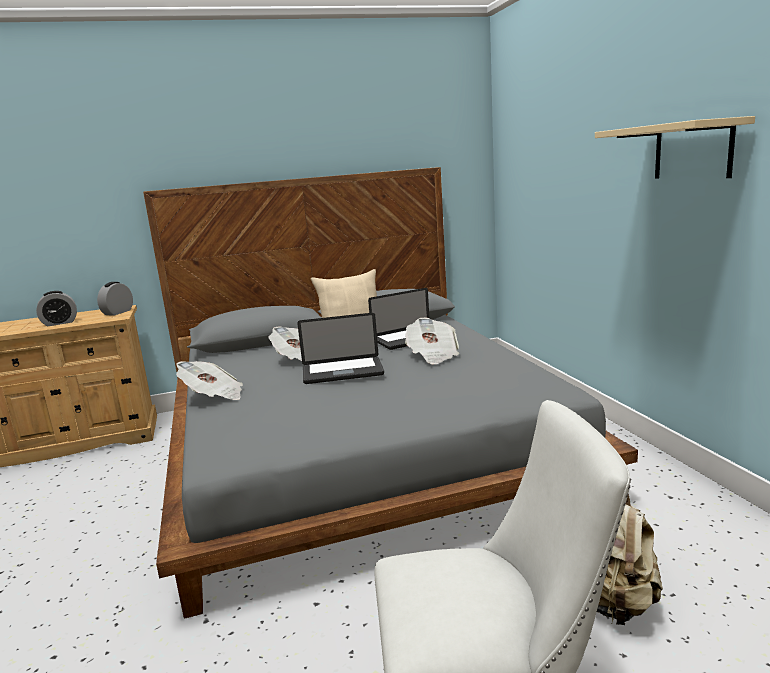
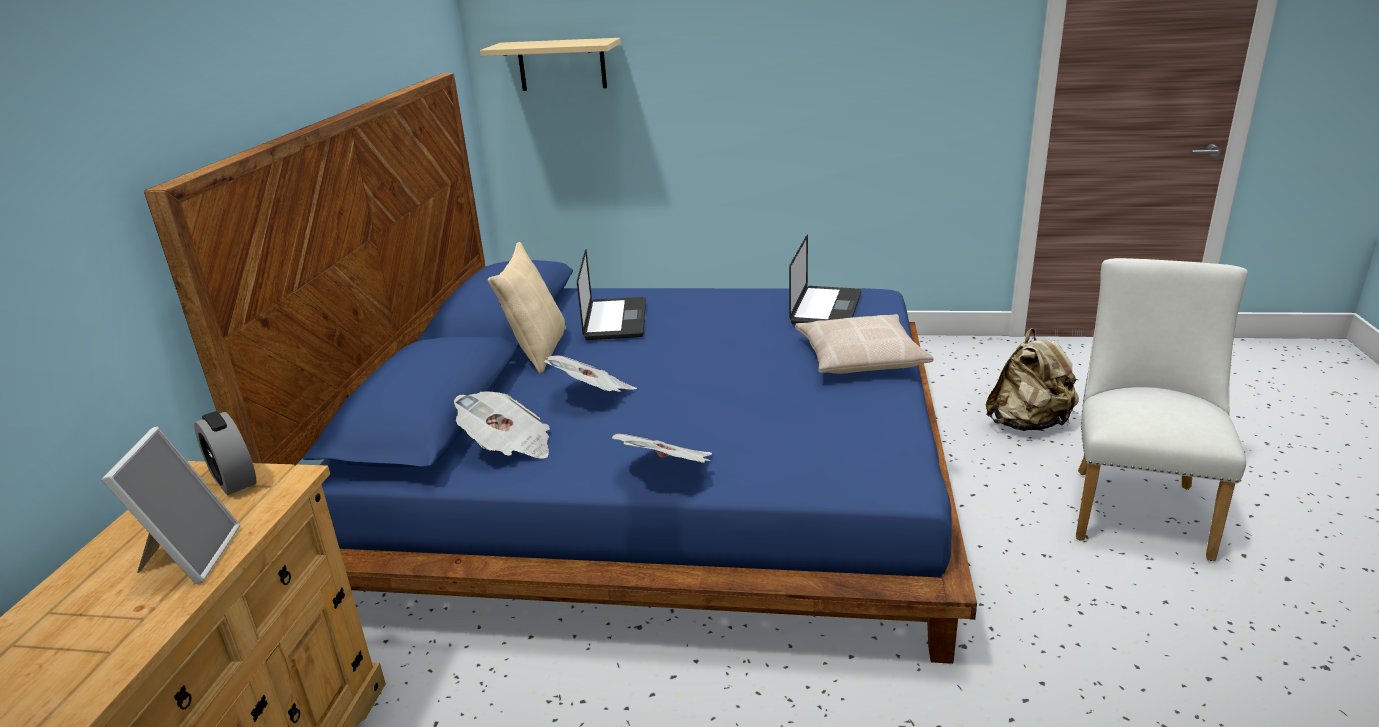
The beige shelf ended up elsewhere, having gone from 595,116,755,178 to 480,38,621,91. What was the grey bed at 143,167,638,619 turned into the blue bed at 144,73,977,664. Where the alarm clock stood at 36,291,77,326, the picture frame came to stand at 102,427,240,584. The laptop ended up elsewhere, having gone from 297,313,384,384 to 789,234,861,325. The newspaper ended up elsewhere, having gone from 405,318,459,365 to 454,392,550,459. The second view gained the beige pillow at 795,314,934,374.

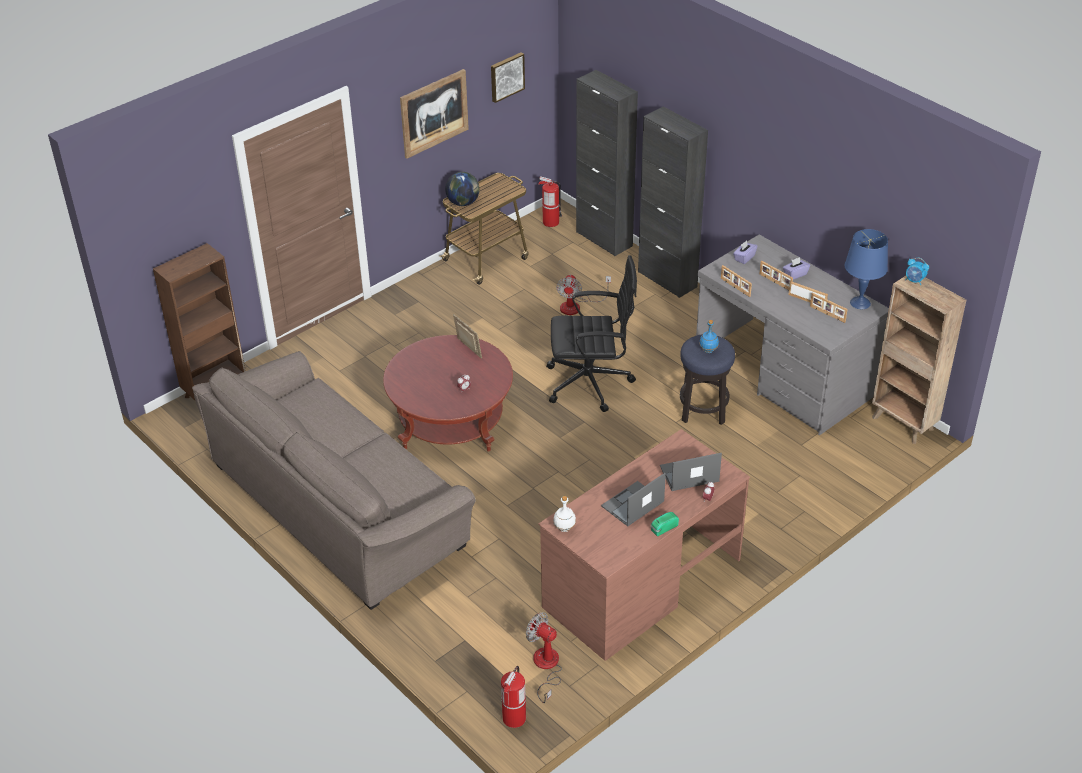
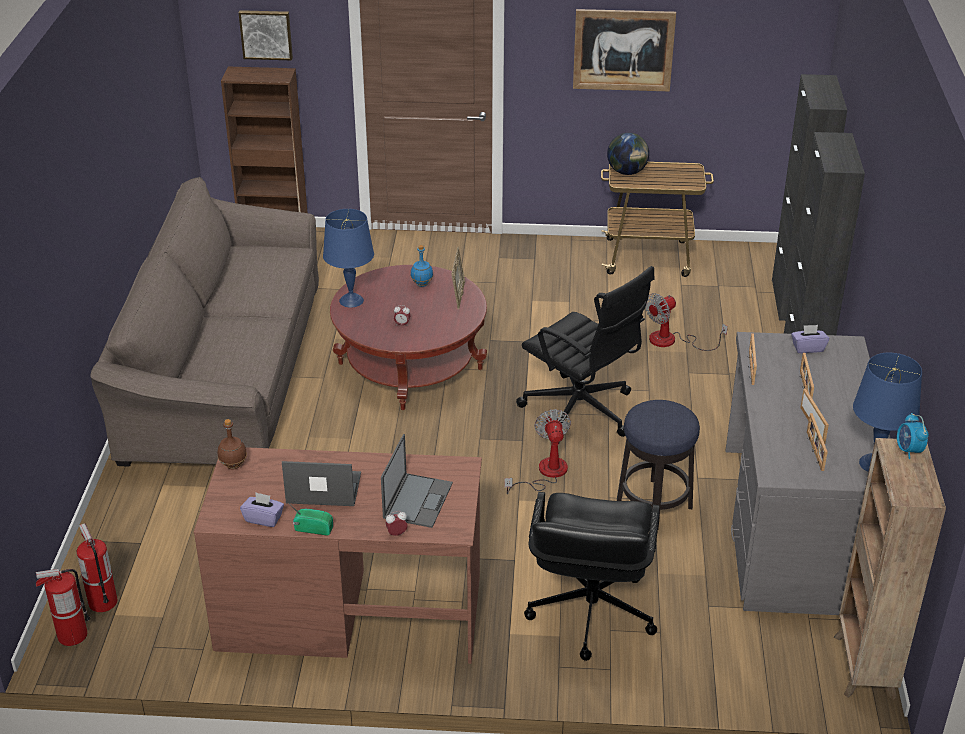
The picture ended up elsewhere, having gone from 491,52,525,103 to 239,10,293,60. The fire extinguisher ended up elsewhere, having gone from 538,176,562,227 to 77,524,117,612. The purple tissue box ended up elsewhere, having gone from 783,257,810,280 to 240,492,284,527. The blue bottle ended up elsewhere, having gone from 699,320,719,353 to 411,245,433,287. The laptop at 660,453,722,491 ended up facing another way, 75 degrees clockwise from before. What was the white bottle at 554,496,576,532 turned into the brown bottle at 218,419,247,470. The fan ended up elsewhere, having gone from 526,612,562,703 to 504,409,571,494. The second view gained the blue table lamp at 323,209,374,308. The second view gained the black office chair at 524,492,660,661.

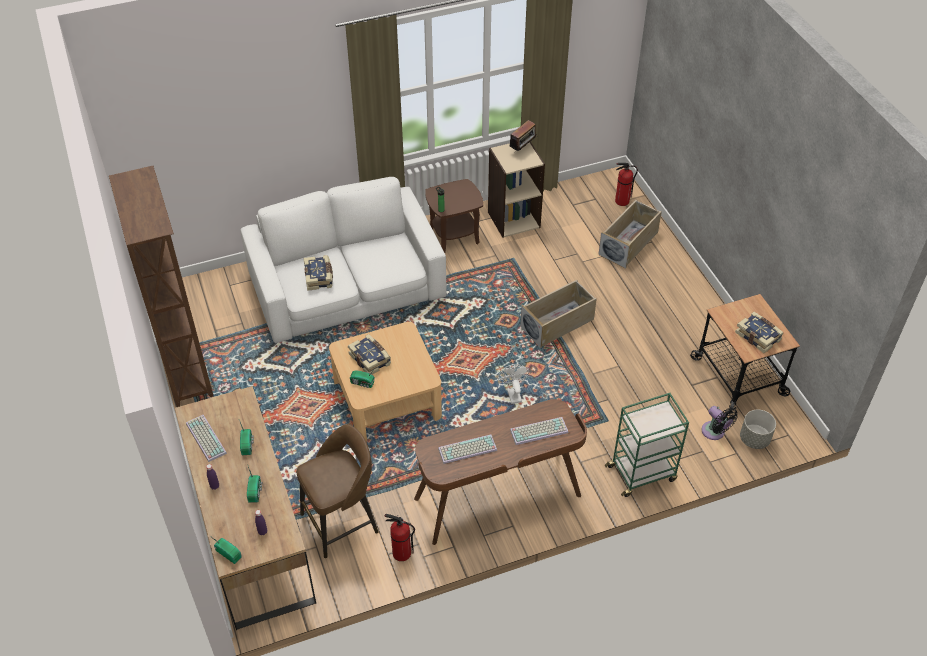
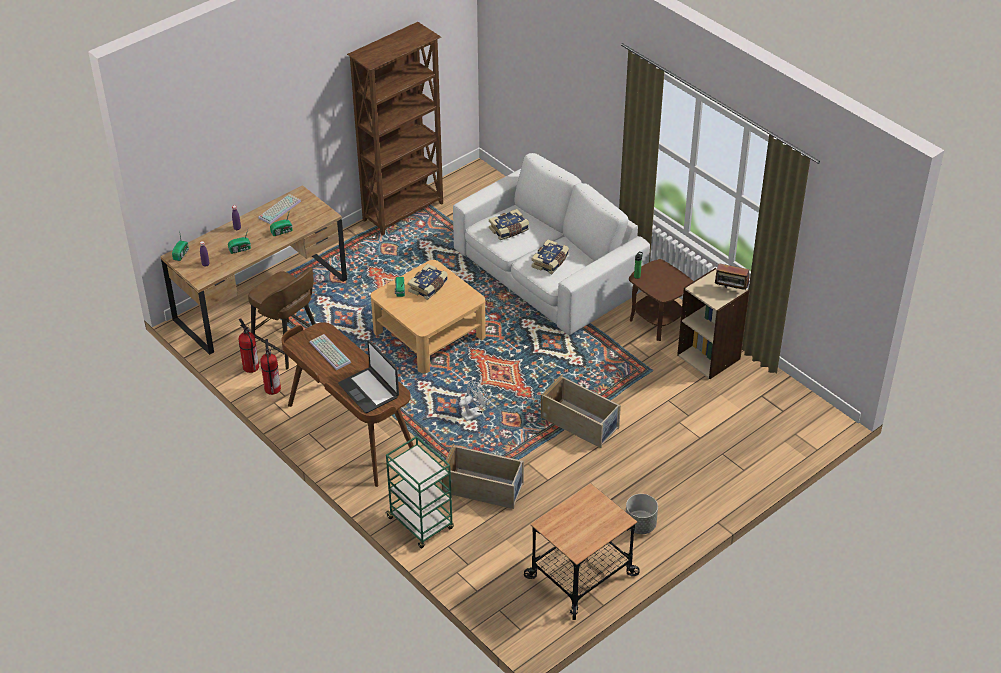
The fire extinguisher ended up elsewhere, having gone from 615,163,638,206 to 239,318,259,373. The beige storage box ended up elsewhere, having gone from 598,200,662,268 to 442,443,524,509. The book ended up elsewhere, having gone from 735,312,784,353 to 531,239,569,274. The second view lost the black fan at 701,406,738,440. The grey planter ended up elsewhere, having gone from 740,409,776,449 to 626,494,658,534. Where the keyboard stood at 510,417,569,445, the laptop came to stand at 338,340,399,413.

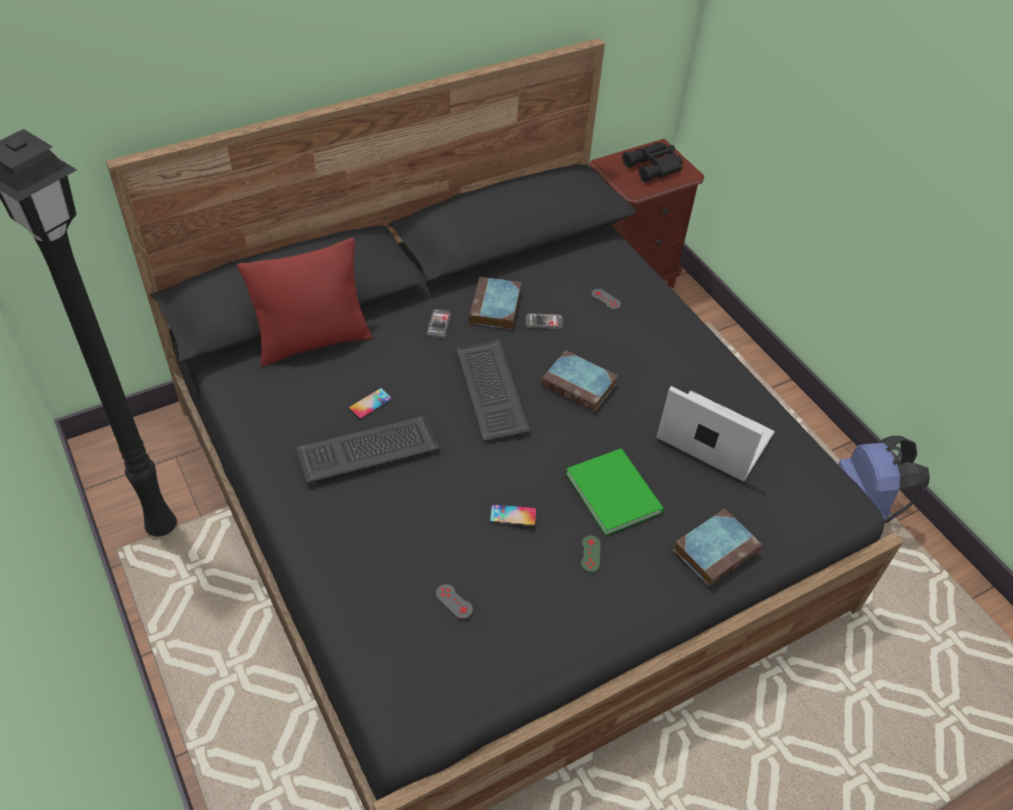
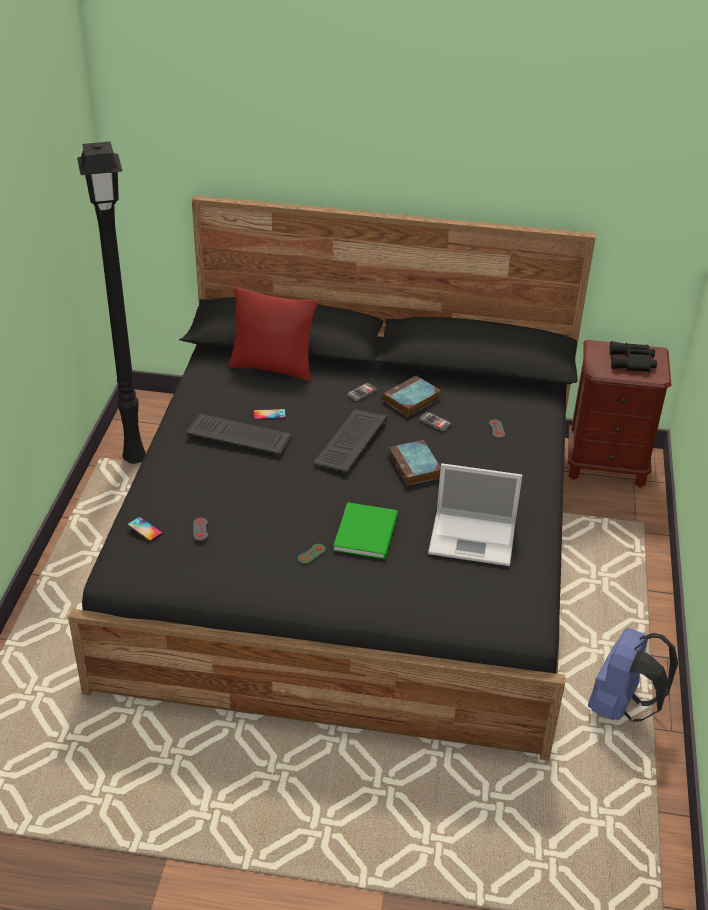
The laptop at 657,386,775,481 ended up facing another way, 120 degrees clockwise from before. The phone ended up elsewhere, having gone from 490,504,536,526 to 127,517,163,541. The second view lost the book at 673,509,762,587.

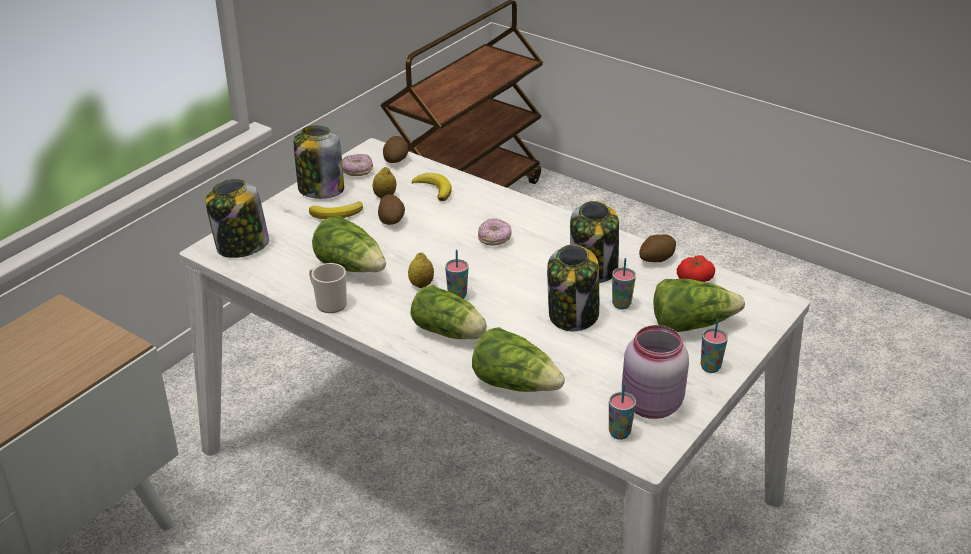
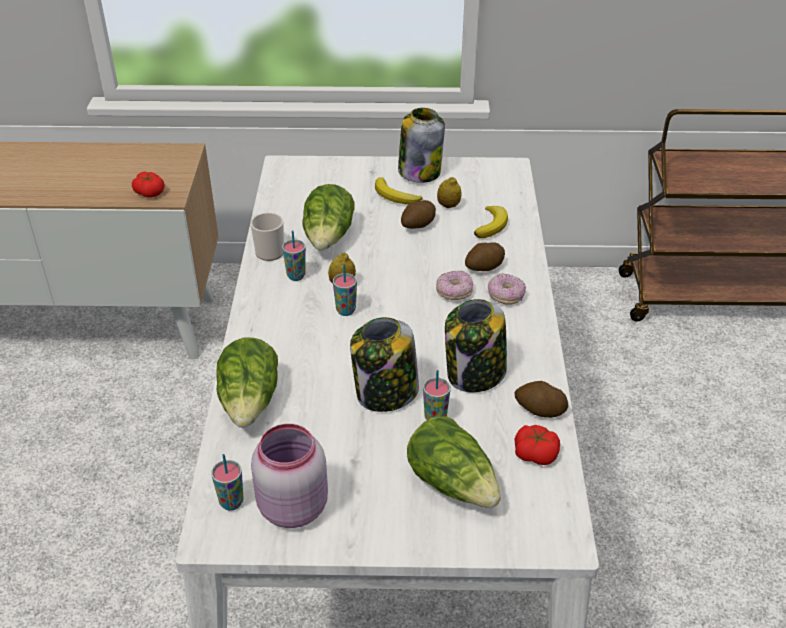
The potato ended up elsewhere, having gone from 383,136,409,163 to 465,242,505,271. The donut ended up elsewhere, having gone from 342,154,373,176 to 488,273,526,305. The second view lost the jar at 205,179,269,258. The second view lost the lettuce at 411,285,487,339. The cup ended up elsewhere, having gone from 701,319,728,373 to 282,230,306,281. The second view gained the tomato at 132,171,165,198.

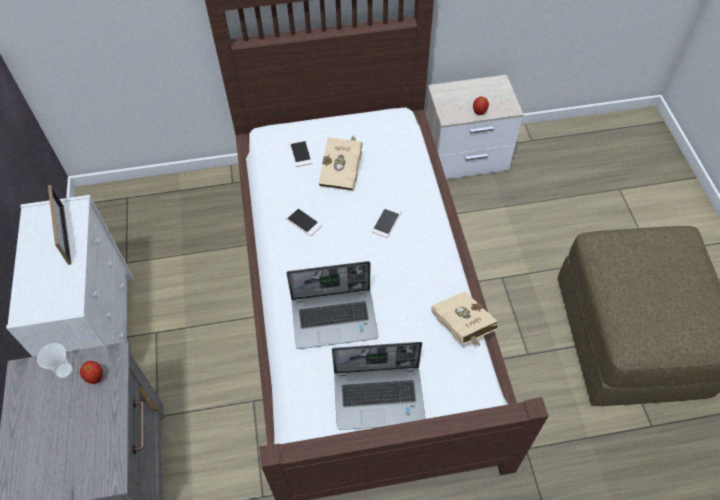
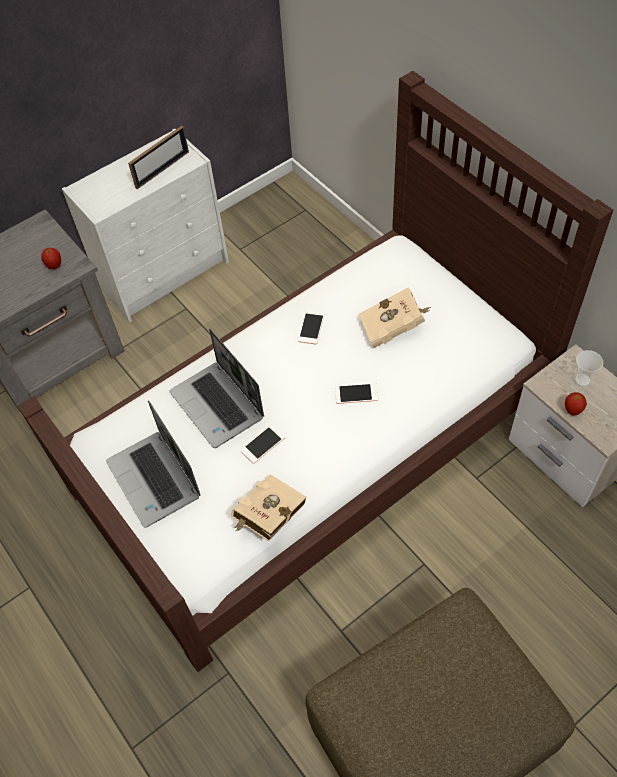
The phone ended up elsewhere, having gone from 289,139,312,167 to 240,425,285,464. The cup ended up elsewhere, having gone from 37,343,73,378 to 574,350,603,387.

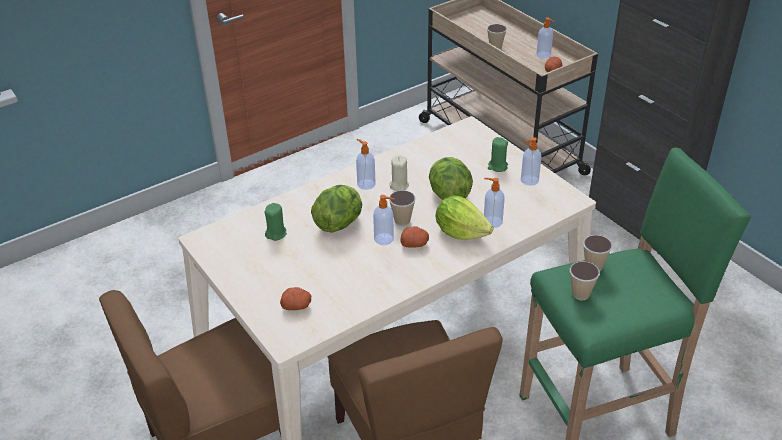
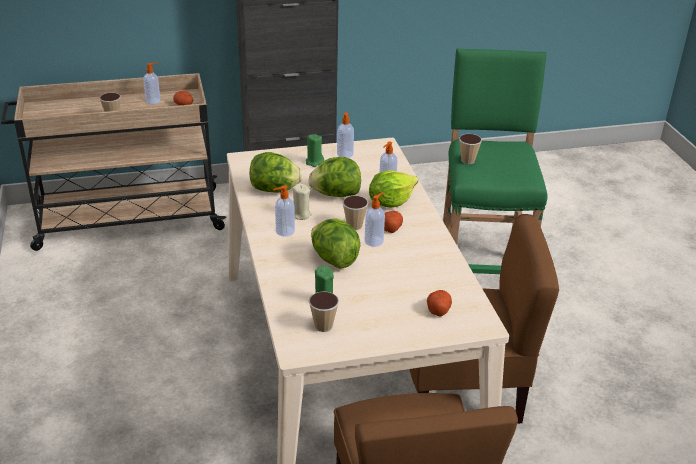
The cup ended up elsewhere, having gone from 570,261,600,300 to 308,291,339,332. The second view gained the lettuce at 250,152,302,192.

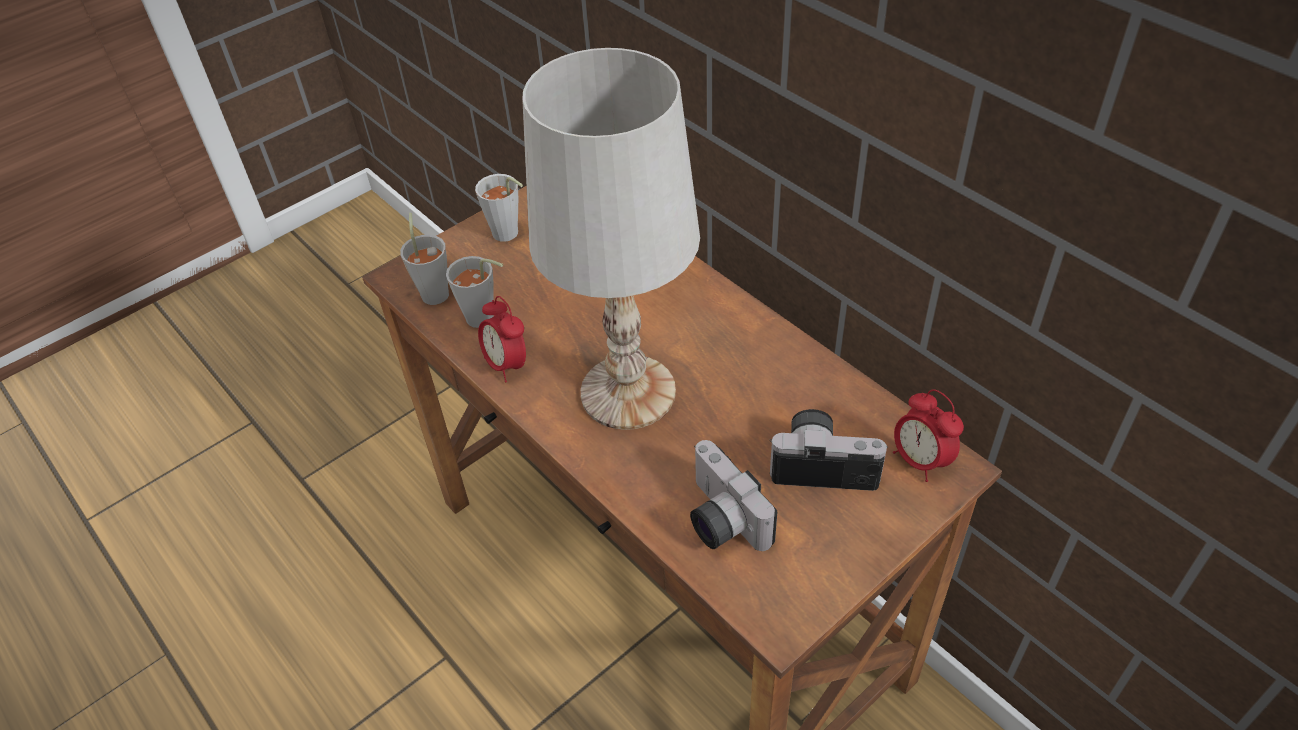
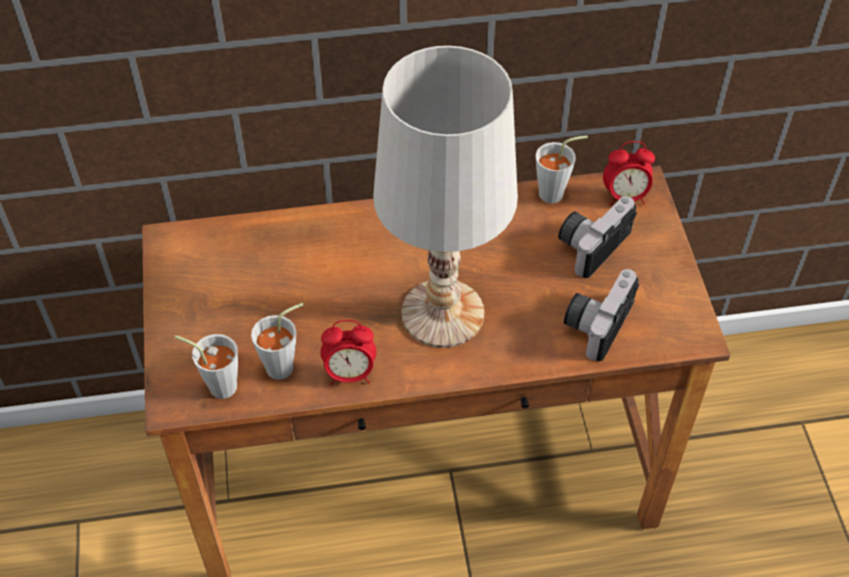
The grey cup ended up elsewhere, having gone from 475,174,523,242 to 536,135,588,203. The photo camera at 690,440,777,551 ended up facing another way, 120 degrees clockwise from before.

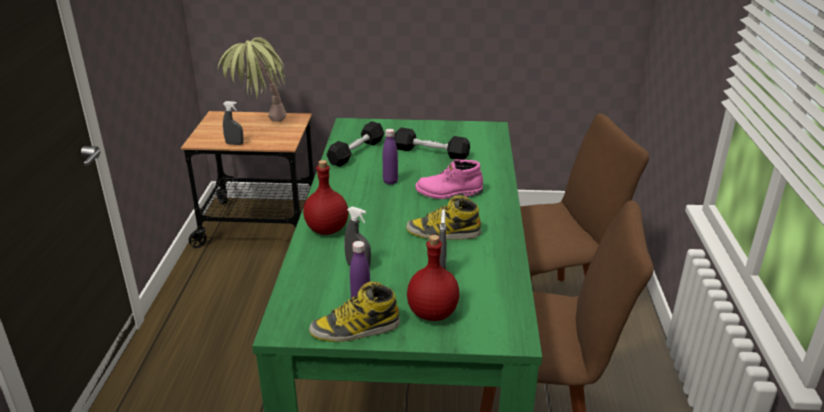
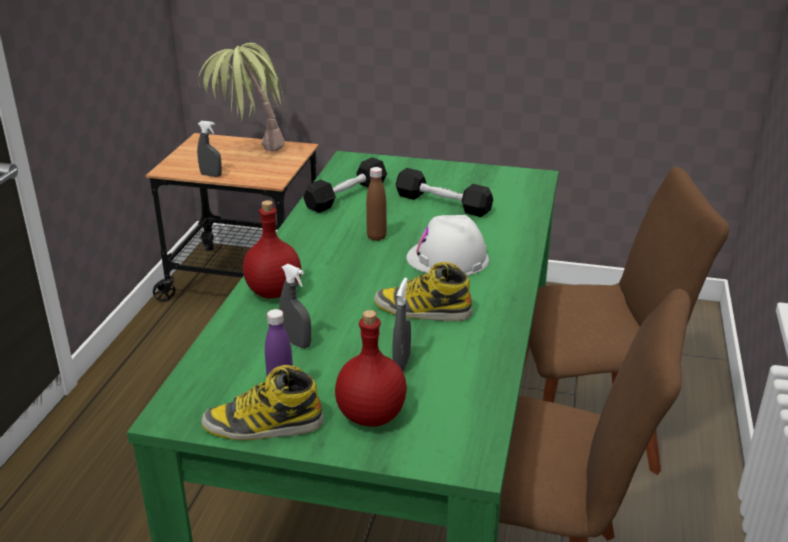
What was the purple bottle at 383,129,398,185 turned into the brown bottle at 366,167,387,241. Where the pink boot stood at 415,159,483,199, the white hard hat came to stand at 406,215,489,275.

